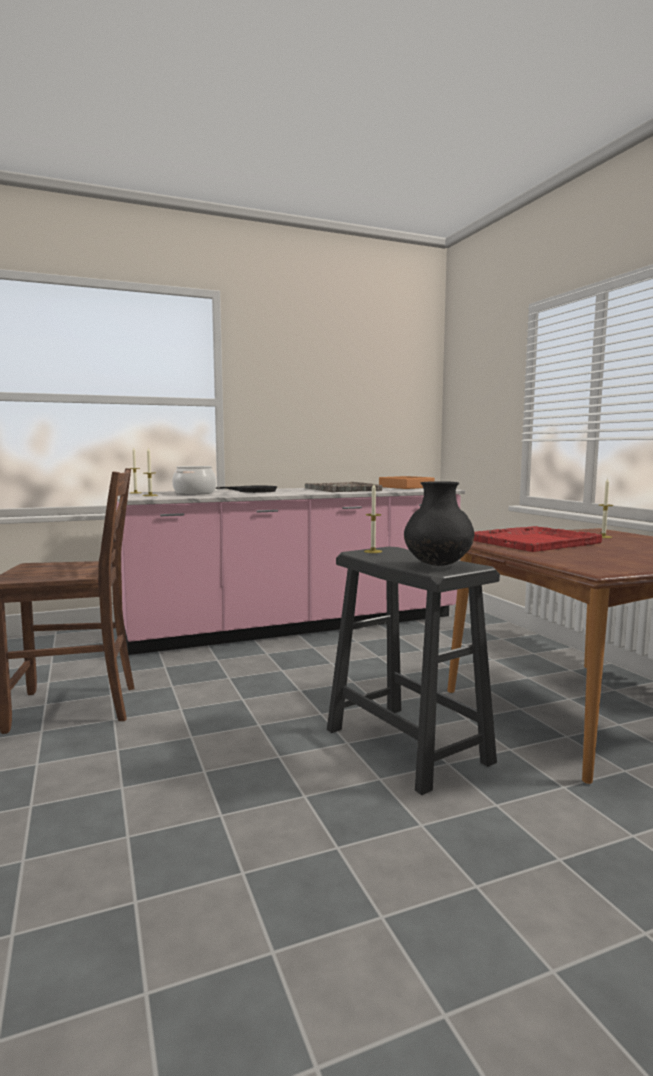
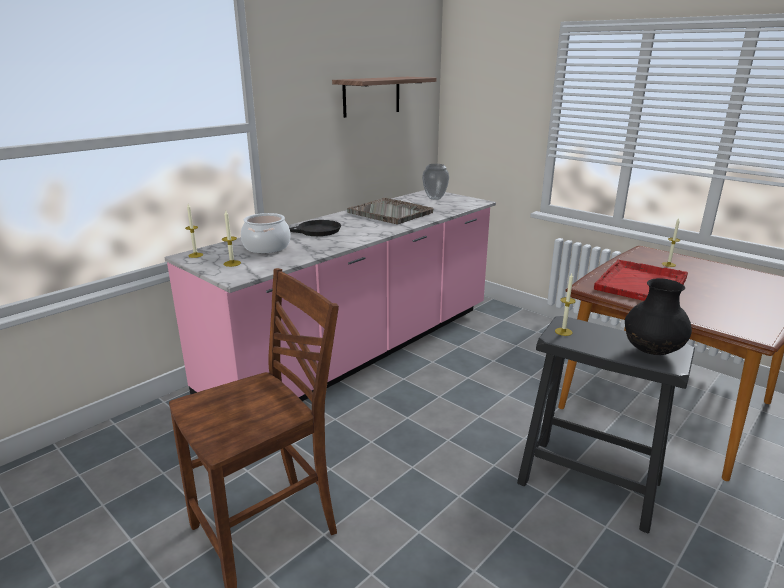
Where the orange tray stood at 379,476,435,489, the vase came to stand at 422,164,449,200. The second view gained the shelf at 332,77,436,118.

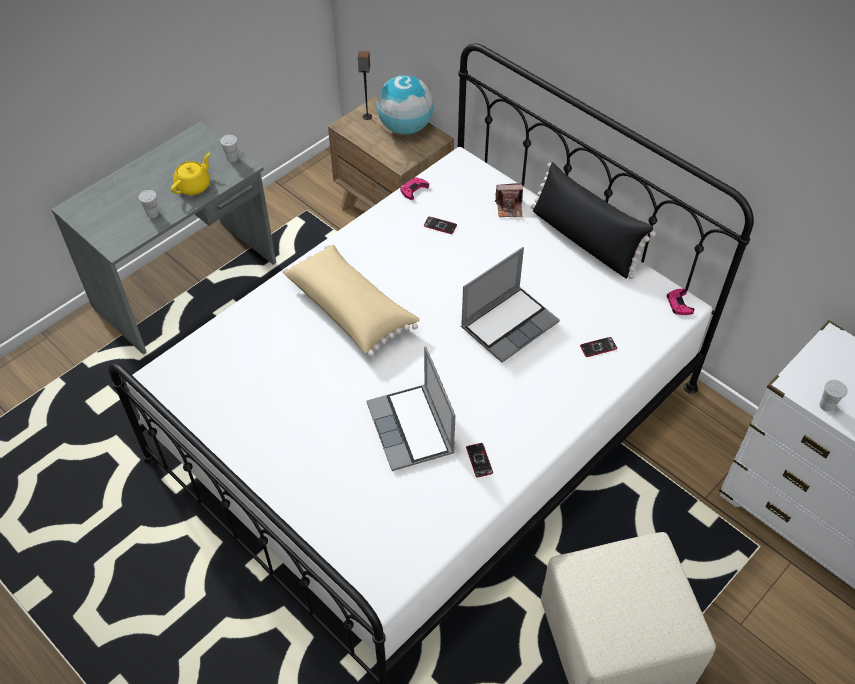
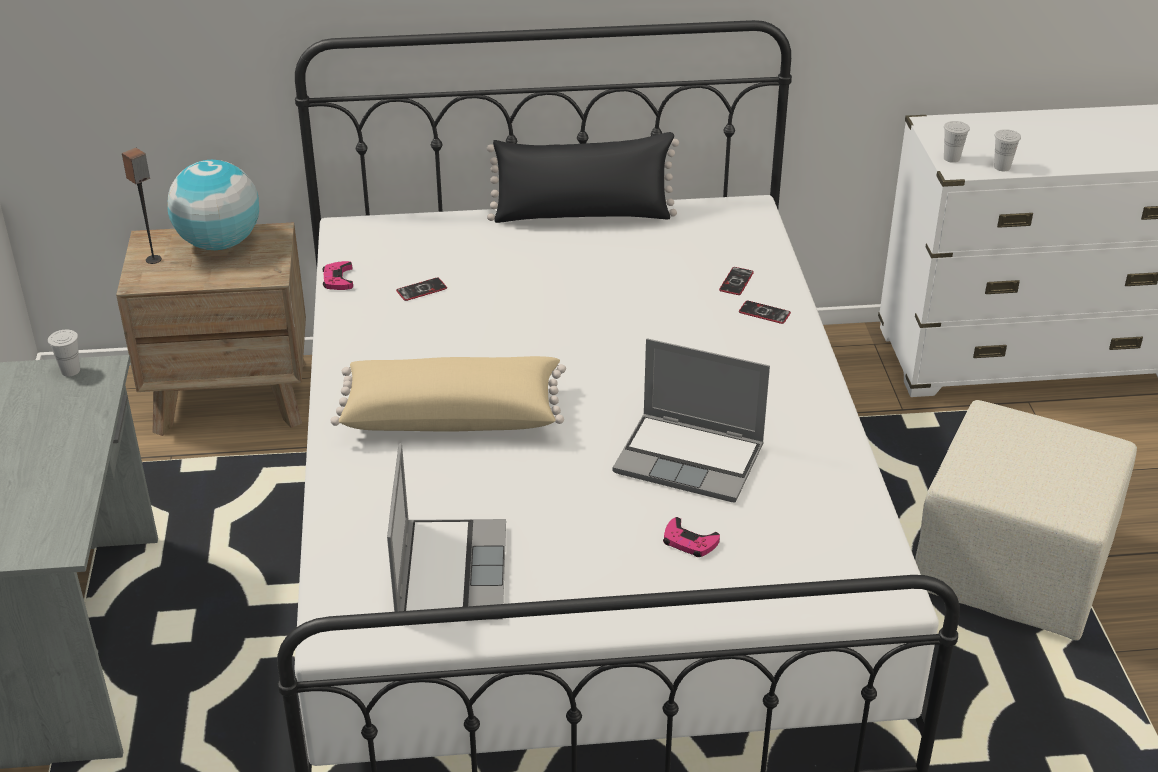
The second view lost the yellow teapot at 171,152,210,195. The second view lost the photo camera at 495,183,523,217. The white cup ended up elsewhere, having gone from 138,190,159,218 to 944,121,970,163. The laptop ended up elsewhere, having gone from 461,247,560,363 to 387,443,506,619. The pink game controller ended up elsewhere, having gone from 667,289,694,315 to 663,517,720,557. The phone ended up elsewhere, having gone from 466,443,493,477 to 739,300,791,324.

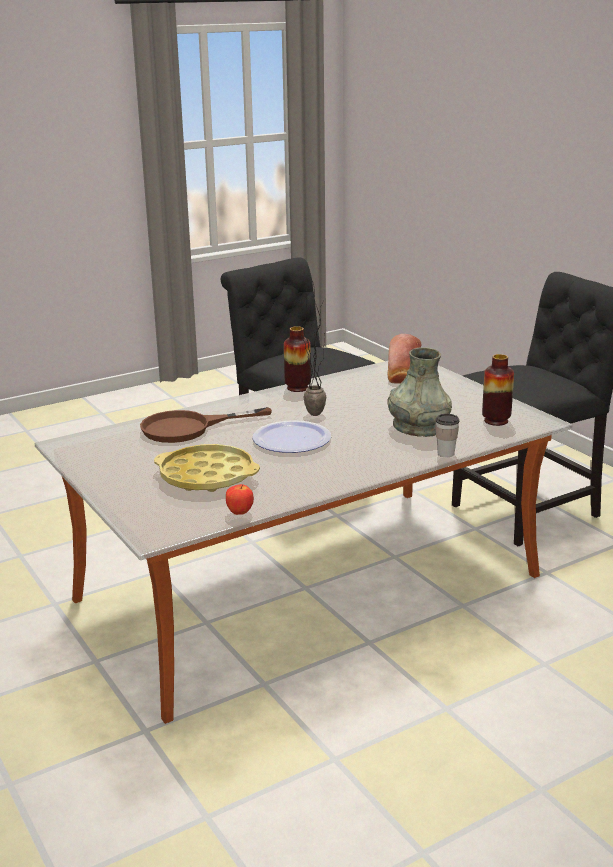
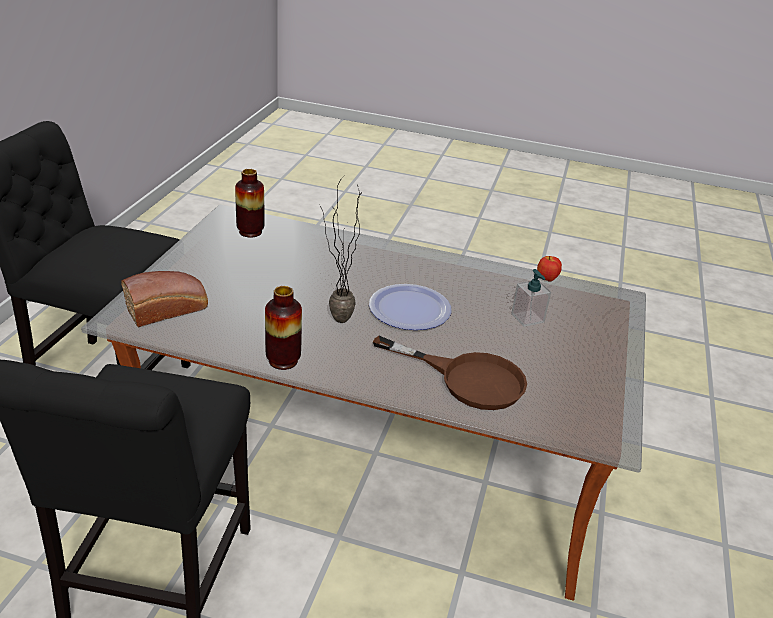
The second view lost the grey vase at 388,347,452,437. The second view lost the cup at 435,414,460,457. Where the yellow tray stood at 154,444,260,492, the soap dispenser came to stand at 511,269,551,327.

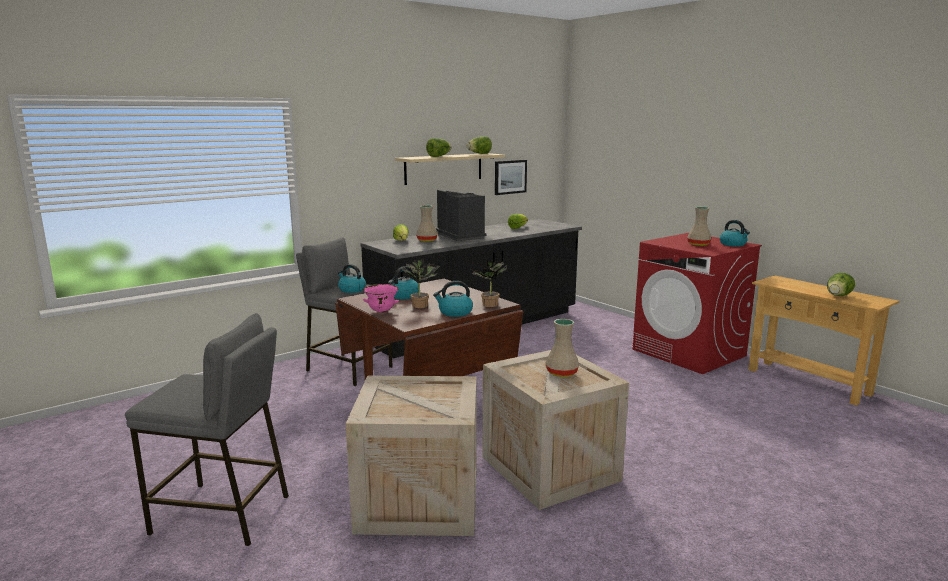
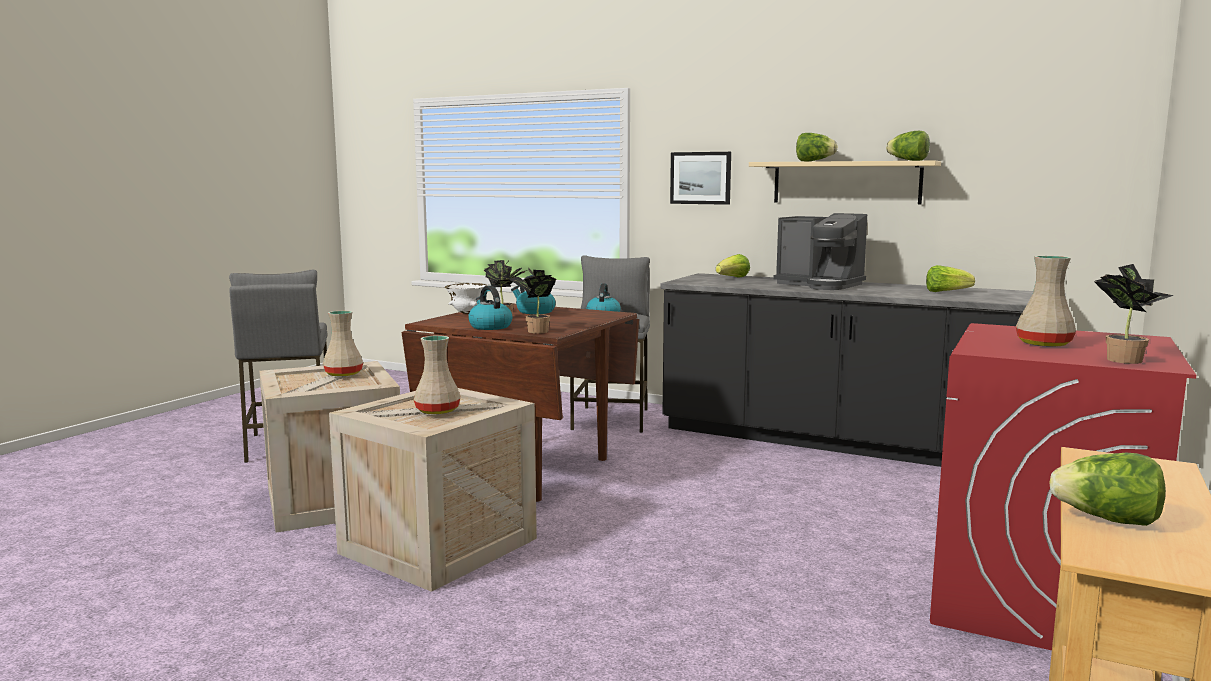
The picture ended up elsewhere, having gone from 495,160,527,195 to 670,152,731,205. The coffee machine at 436,190,487,241 ended up facing another way, 90 degrees clockwise from before. The beige vase ended up elsewhere, having gone from 416,205,438,242 to 323,311,363,376. Where the kettle stood at 720,220,750,247, the potted plant came to stand at 1094,264,1174,364. What was the pink bowl at 363,284,399,312 turned into the white bowl at 445,283,487,314.

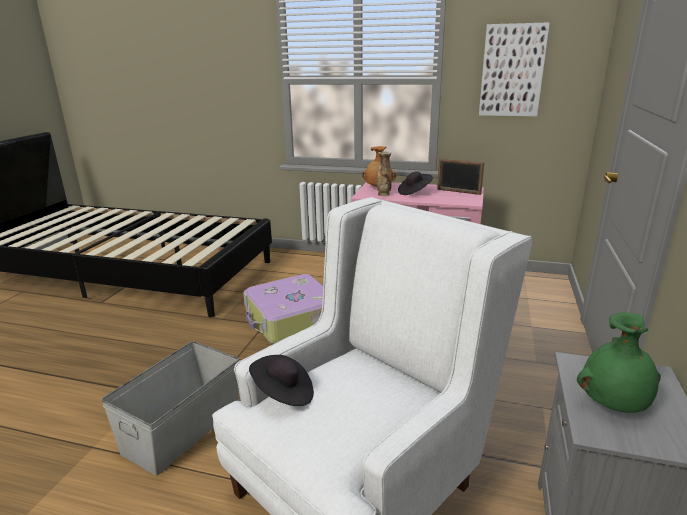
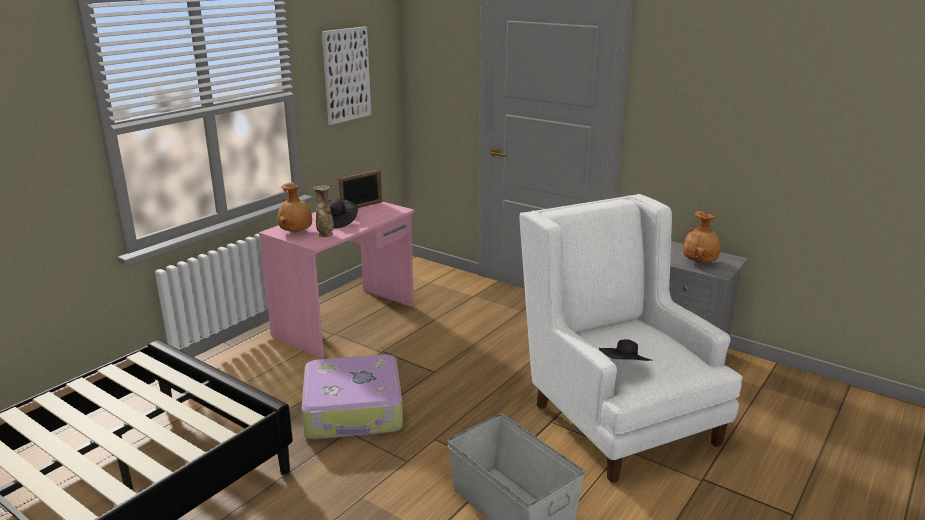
What was the green vase at 577,312,661,413 turned into the brown vase at 683,211,720,263.

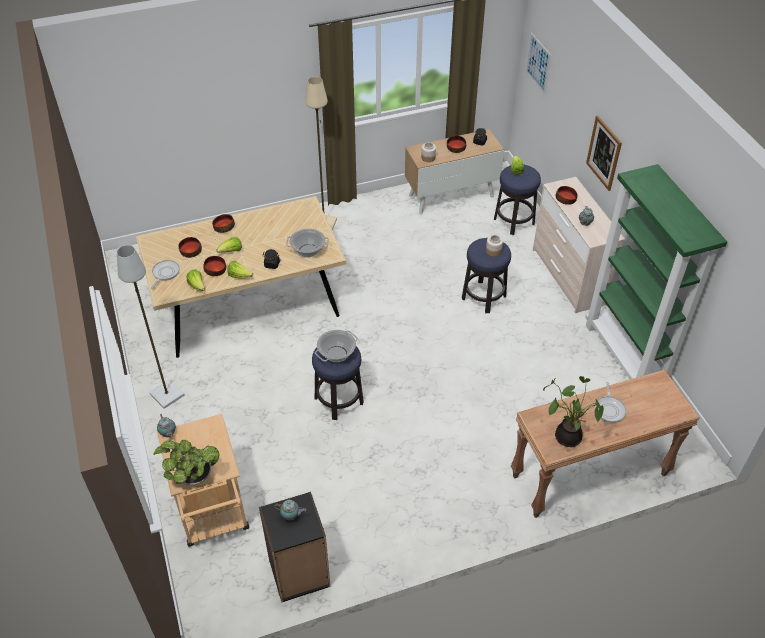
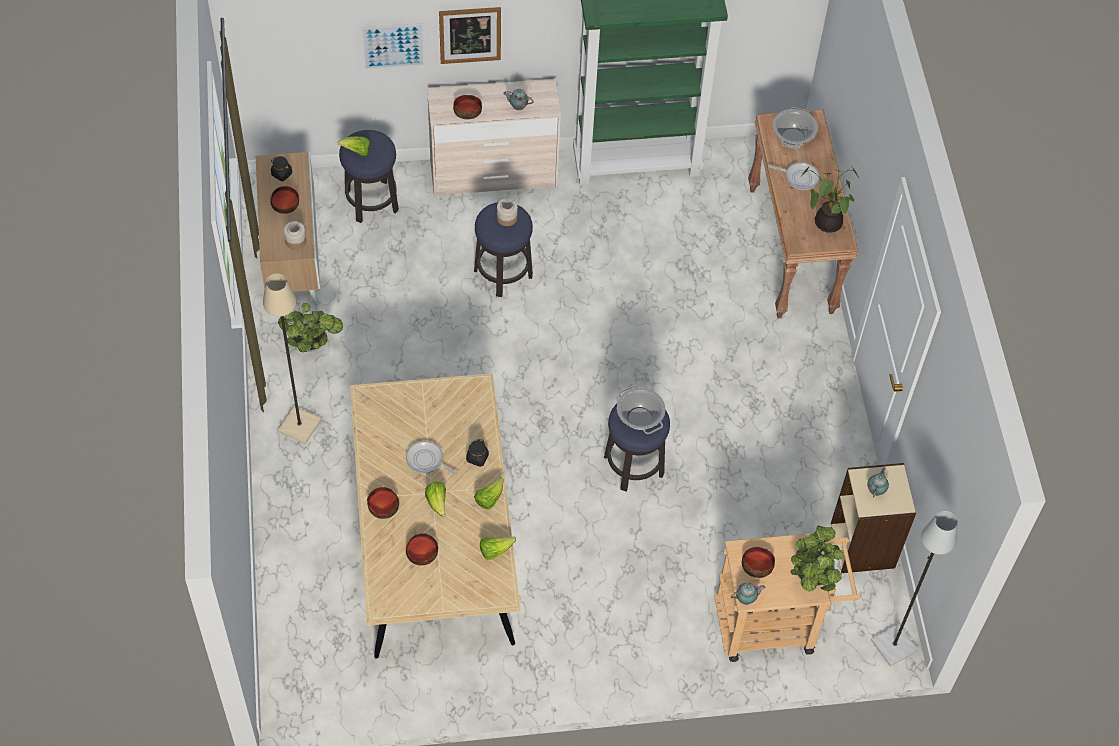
The picture ended up elsewhere, having gone from 526,33,551,94 to 361,23,425,70. The cooking pot ended up elsewhere, having gone from 286,229,329,257 to 773,107,818,149. The grey floor lamp ended up elsewhere, having gone from 117,245,184,409 to 871,511,958,667. The bowl ended up elsewhere, having gone from 203,256,226,276 to 742,547,775,578. The frying pan ended up elsewhere, having gone from 151,260,180,289 to 406,441,457,475. What was the black bookcase at 259,492,331,603 turned into the beige bookcase at 831,463,916,573. The second view gained the potted plant at 278,303,343,352.

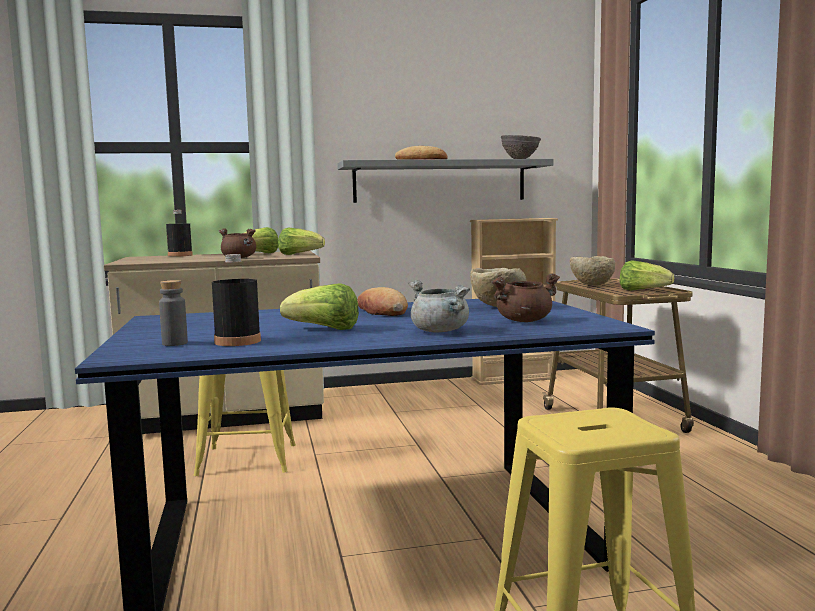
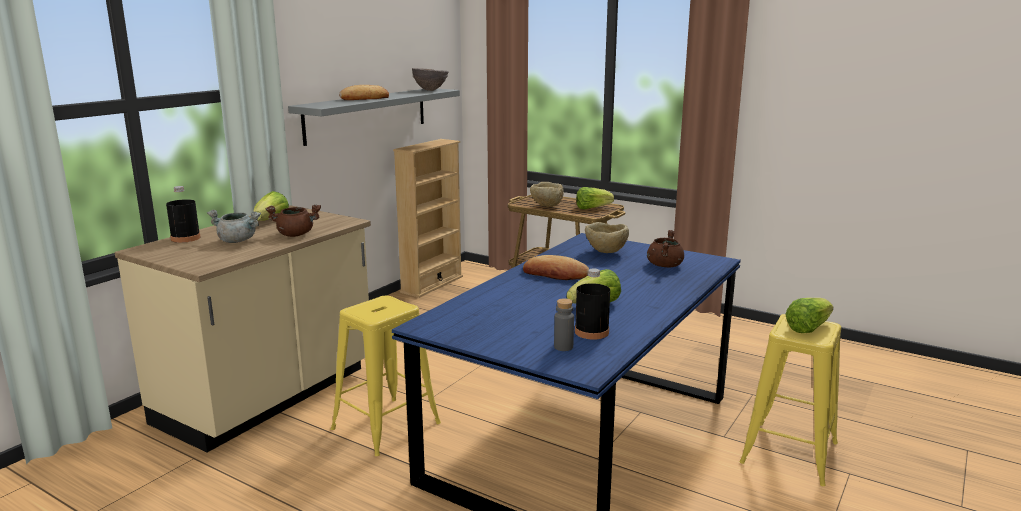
The lettuce ended up elsewhere, having gone from 278,228,325,255 to 785,298,833,333. The grey cooking pot ended up elsewhere, having gone from 408,280,470,332 to 207,210,261,243.

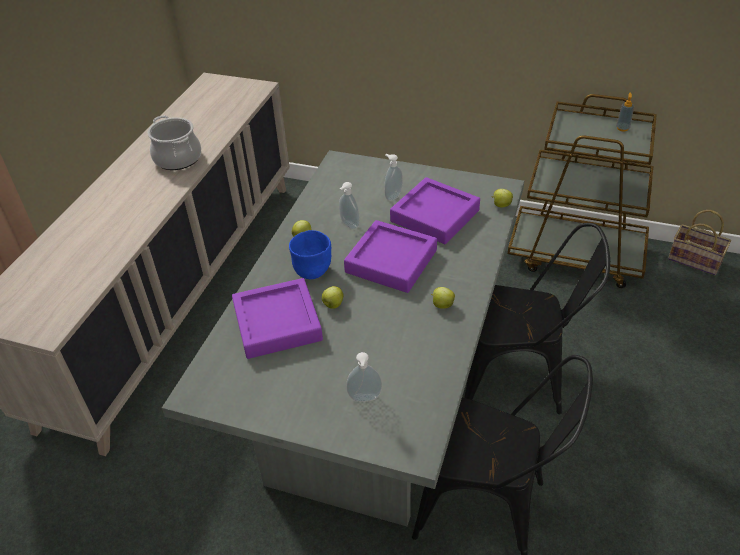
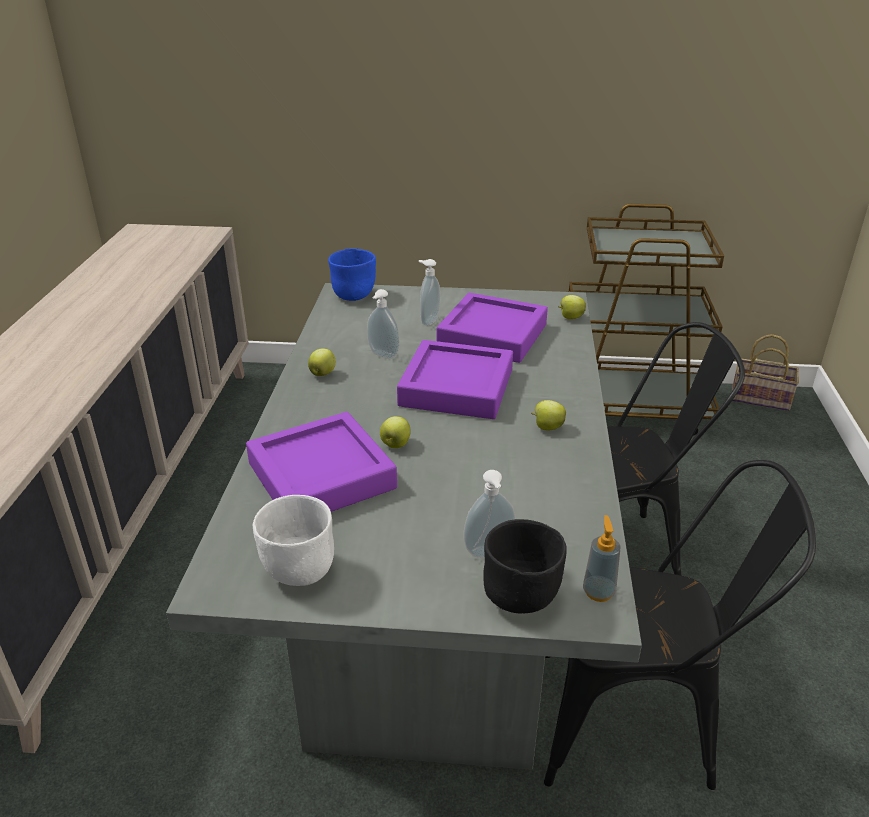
The soap dispenser ended up elsewhere, having gone from 616,92,634,131 to 583,515,620,602. The second view lost the cooking pot at 148,115,201,170. The blue bowl ended up elsewhere, having gone from 289,230,331,279 to 328,249,376,301. The second view gained the white bowl at 253,495,334,586. The second view gained the black bowl at 483,519,567,614.

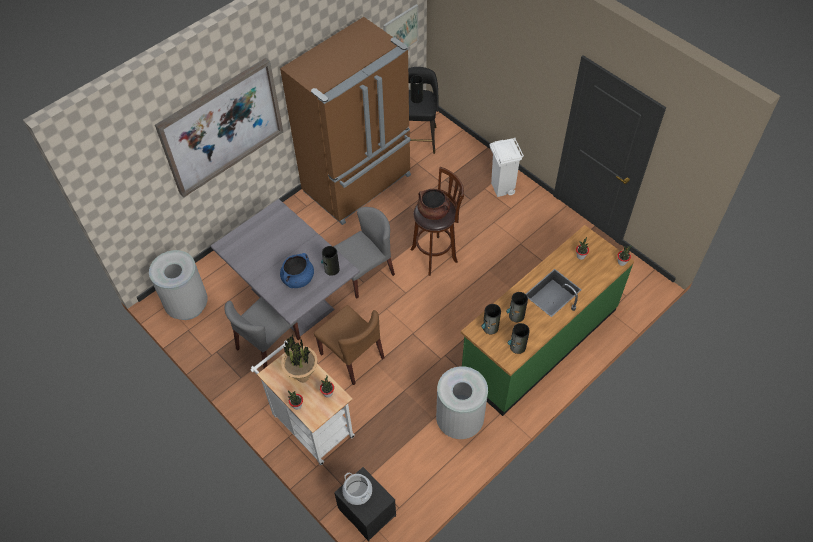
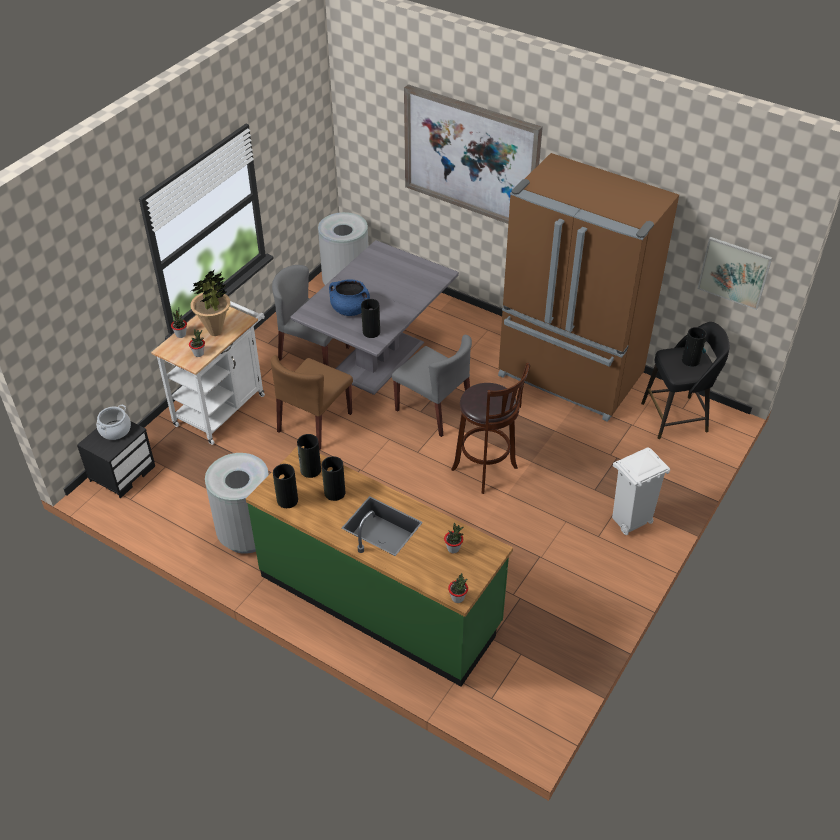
The second view lost the brown cooking pot at 417,189,450,220.

